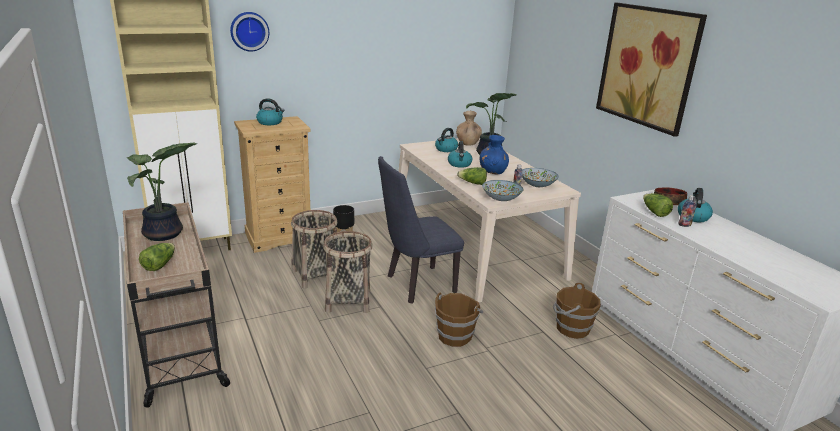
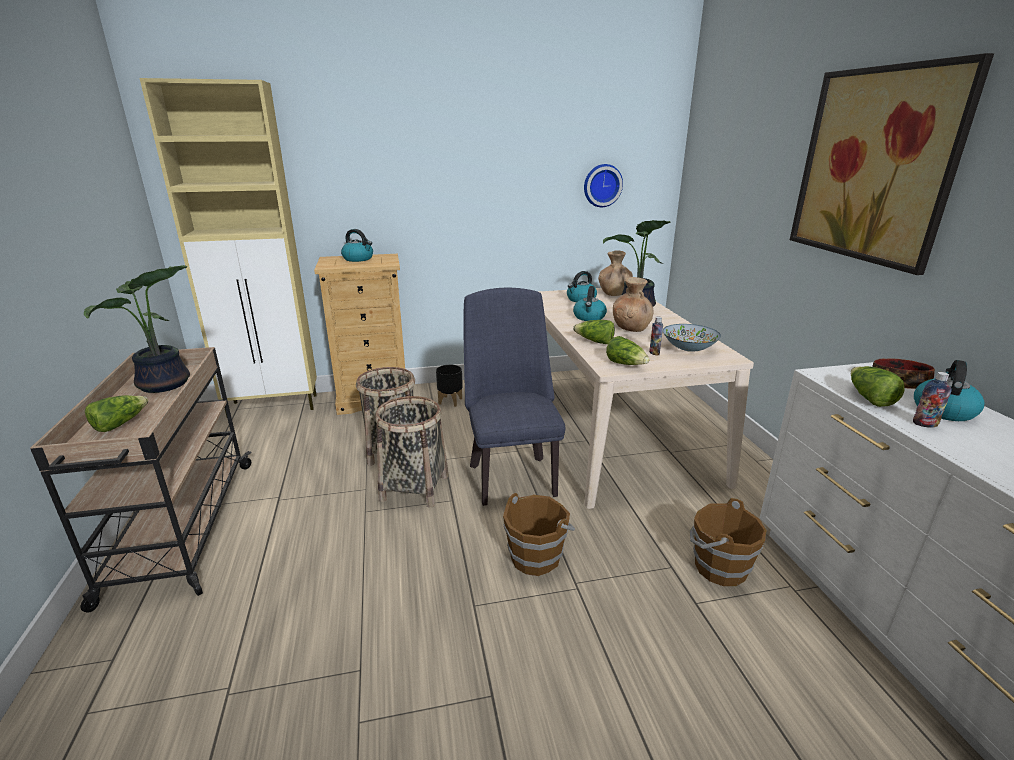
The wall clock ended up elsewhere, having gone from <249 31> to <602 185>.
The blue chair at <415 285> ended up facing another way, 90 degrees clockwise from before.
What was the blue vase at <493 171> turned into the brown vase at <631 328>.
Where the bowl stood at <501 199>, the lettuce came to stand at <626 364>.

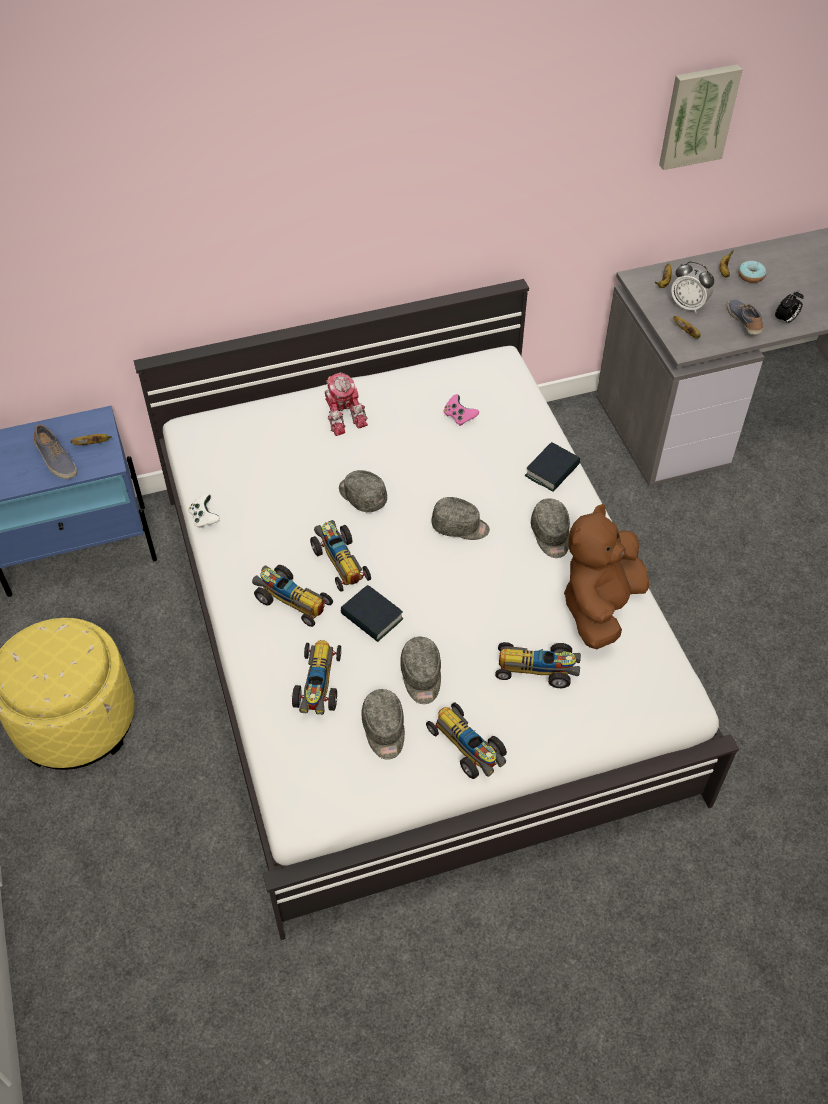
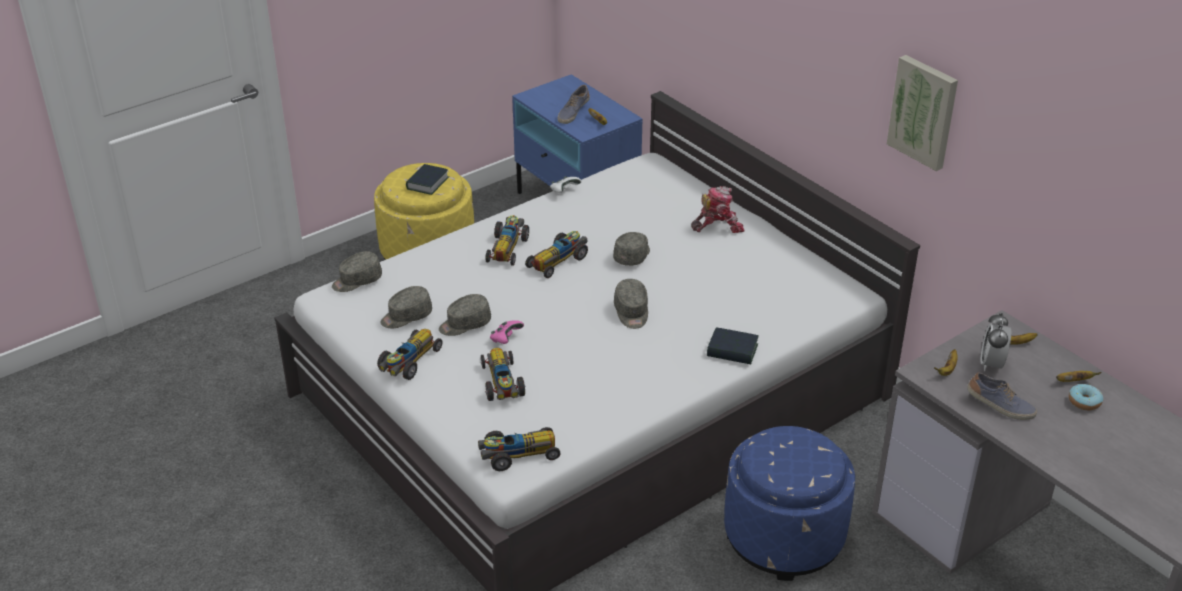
The toy car ended up elsewhere, having gone from <318 685> to <518 454>.
The toy robot at <343 414> ended up facing another way, 150 degrees counterclockwise from before.
The book ended up elsewhere, having gone from <372 617> to <427 183>.
The pink game controller ended up elsewhere, having gone from <459 417> to <506 339>.
The grey cap ended up elsewhere, having gone from <551 535> to <357 281>.
The second view lost the brown plush toy at <600 607>.
The picture ended up elsewhere, having gone from <697 115> to <924 111>.
The shoe at <744 322> ended up facing another way, 60 degrees clockwise from before.
The second view lost the alarm clock at <785 320>.
The second view gained the blue ottoman at <784 537>.

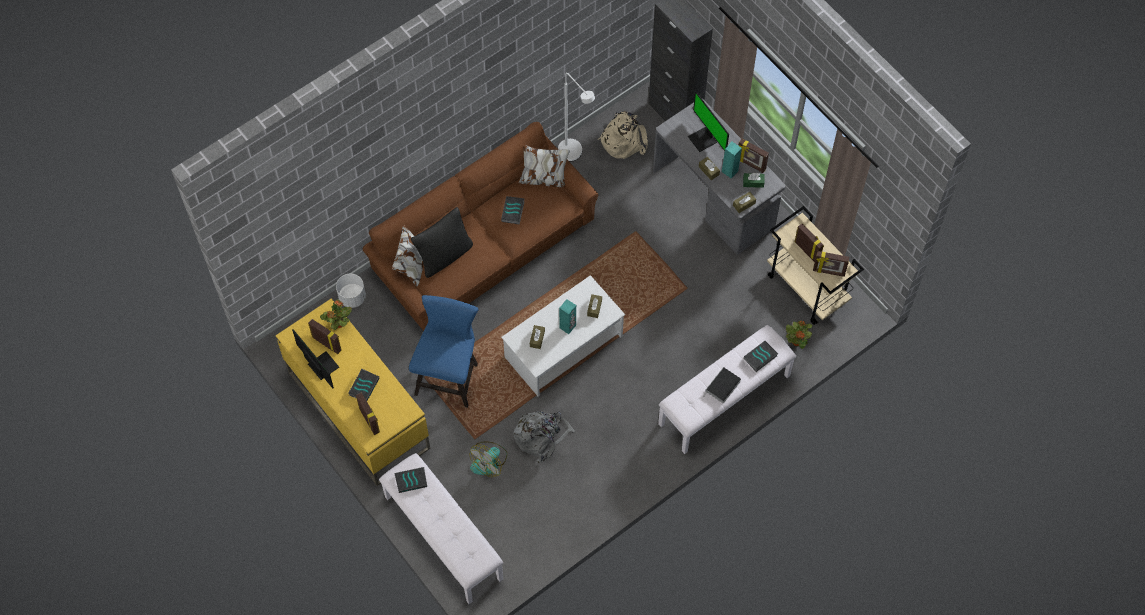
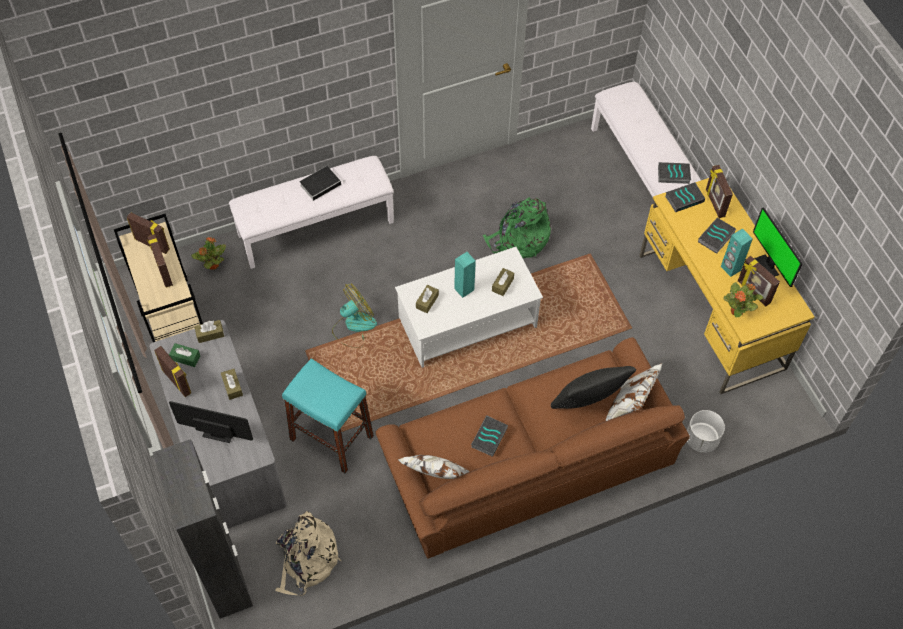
The second view lost the blue chair at <449 375>.
The fan ended up elsewhere, having gone from <489 461> to <354 326>.
What was the grey backpack at <541 436> turned into the green backpack at <519 239>.
The second view lost the white floor lamp at <574 156>.
The monitor at <703 139> ended up facing another way, 60 degrees counterclockwise from before.
The turquoise speaker ended up elsewhere, having gone from <730 171> to <730 268>.
The book ended up elsewhere, having gone from <760 358> to <684 198>.
The second view gained the turquoise stool at <331 438>.

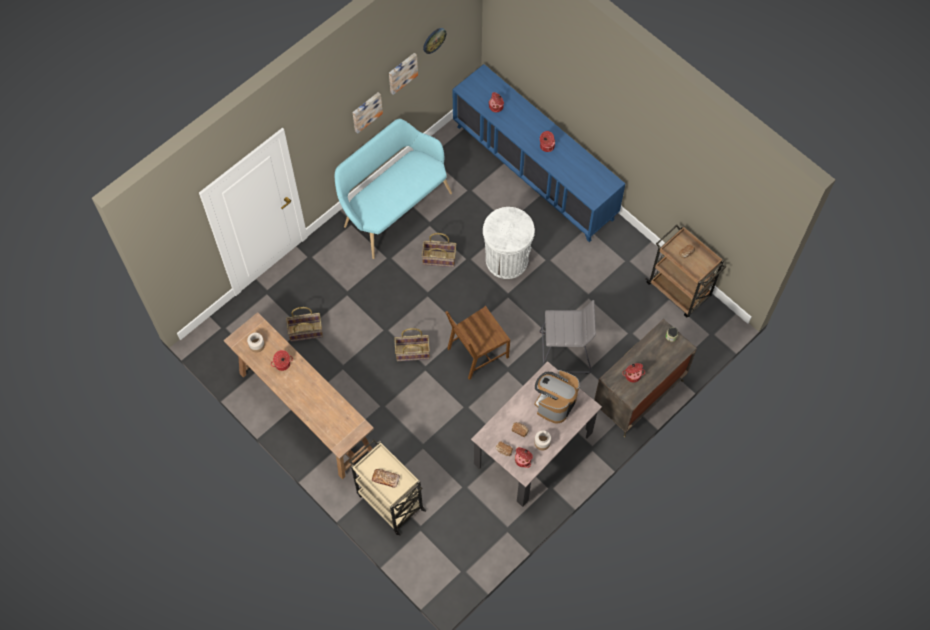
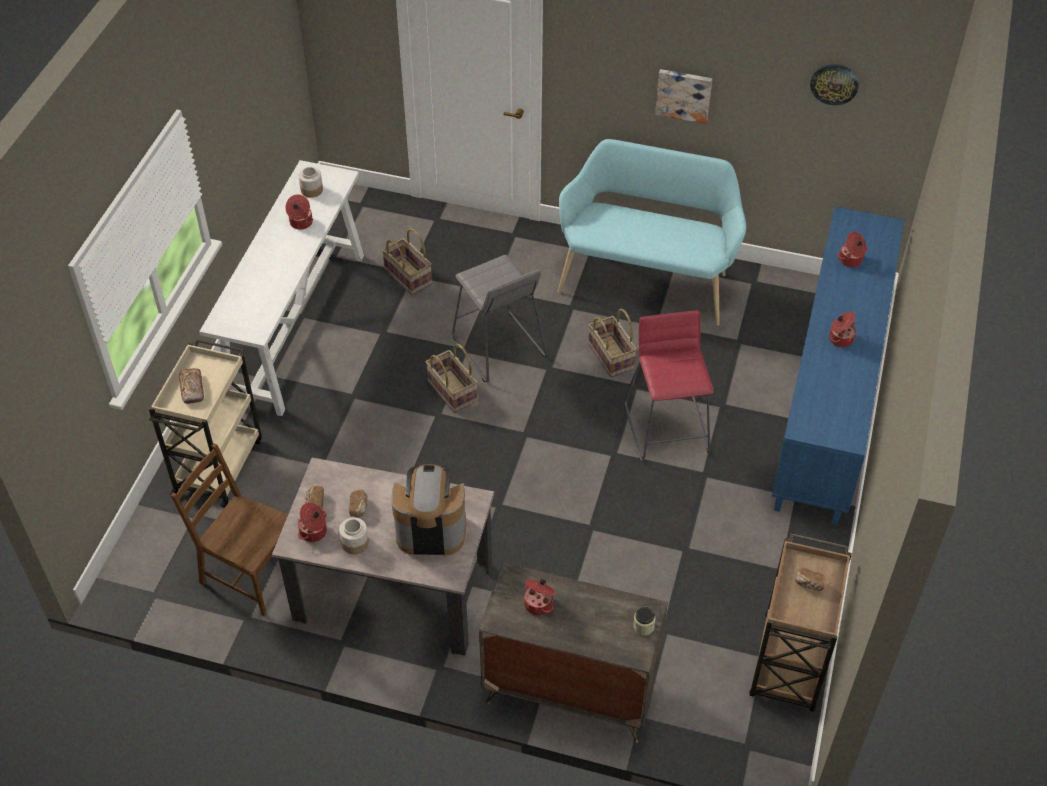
What was the brown console table at <305 411> turned into the white console table at <297 325>.
The second view lost the picture at <402 72>.
The brown chair ended up elsewhere, having gone from <477 353> to <251 573>.
Where the white trash can stood at <506 260>, the red stool came to stand at <667 428>.
The grey stool ended up elsewhere, having gone from <565 352> to <498 347>.

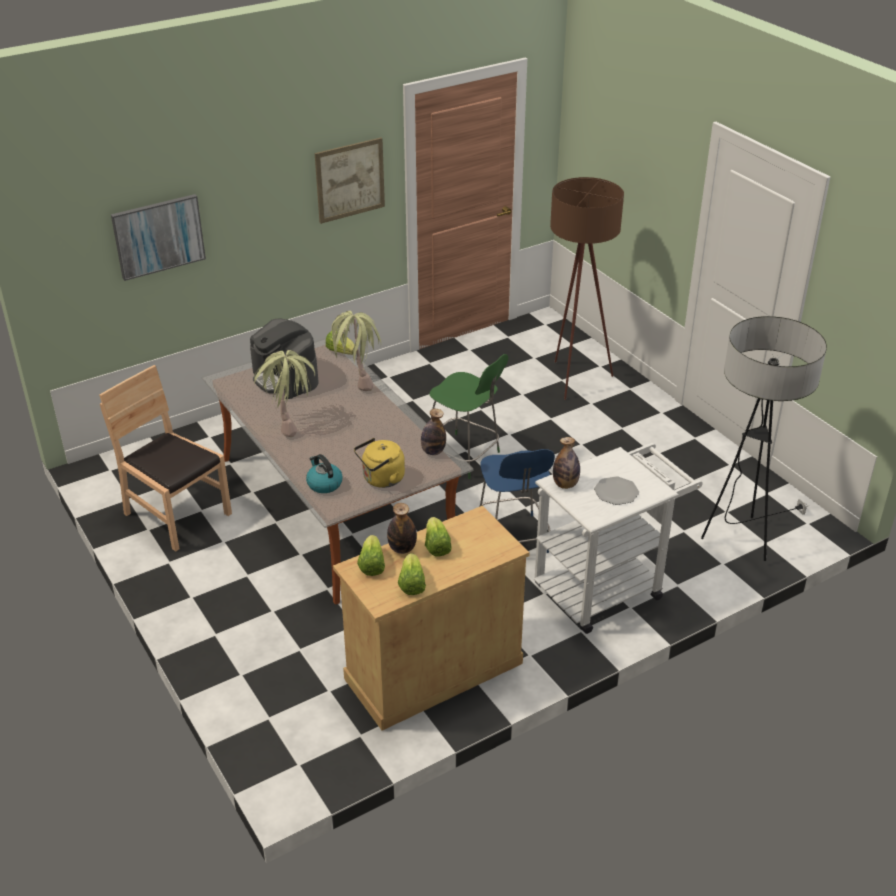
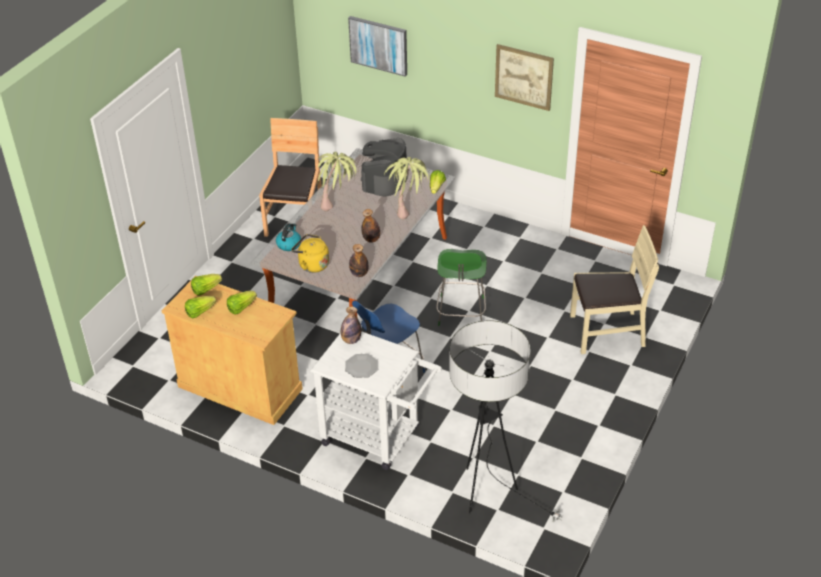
The bottle ended up elsewhere, having gone from <402 548> to <371 239>.
Where the brown floor lamp stood at <574 383>, the beige chair came to stand at <607 331>.

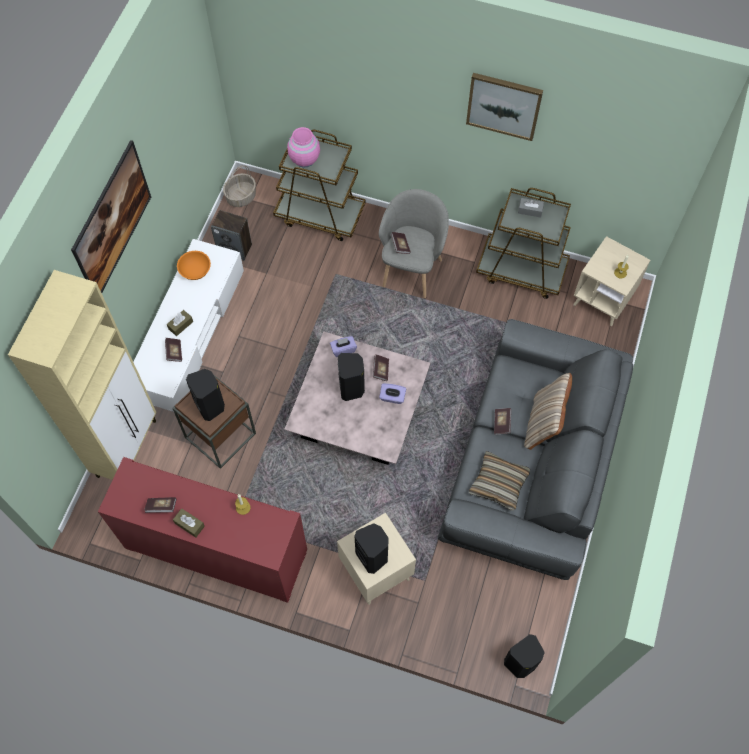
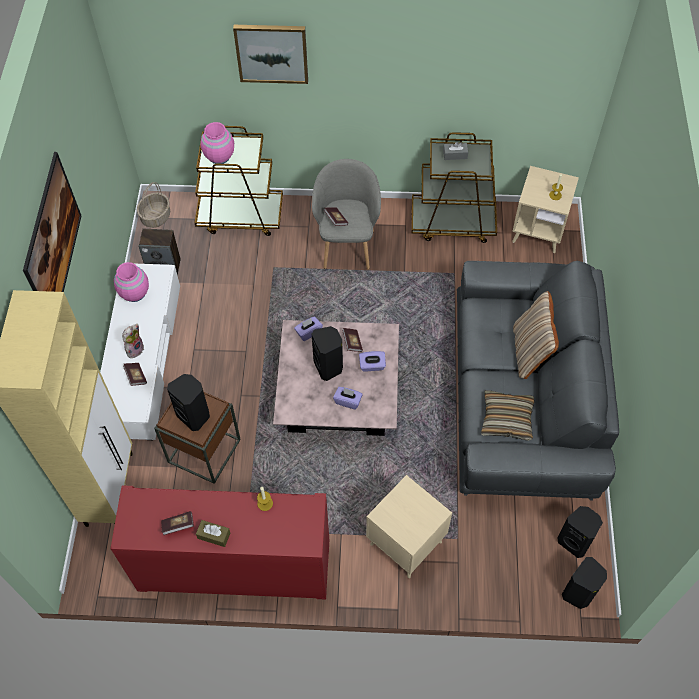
Where the brown tissue box stood at <180 325>, the plush toy came to stand at <134 349>.
Where the orange bowl stood at <195 271>, the pink vase came to stand at <134 293>.
The black speaker ended up elsewhere, having gone from <373 556> to <575 541>.
The picture ended up elsewhere, having gone from <504 105> to <272 53>.
The second view lost the book at <501 423>.
The second view gained the purple tissue box at <348 401>.

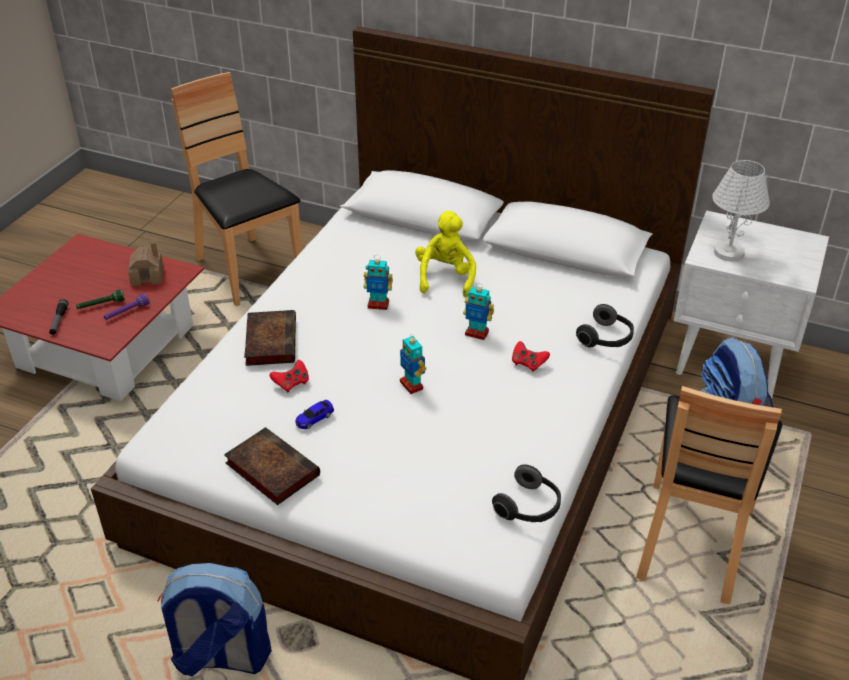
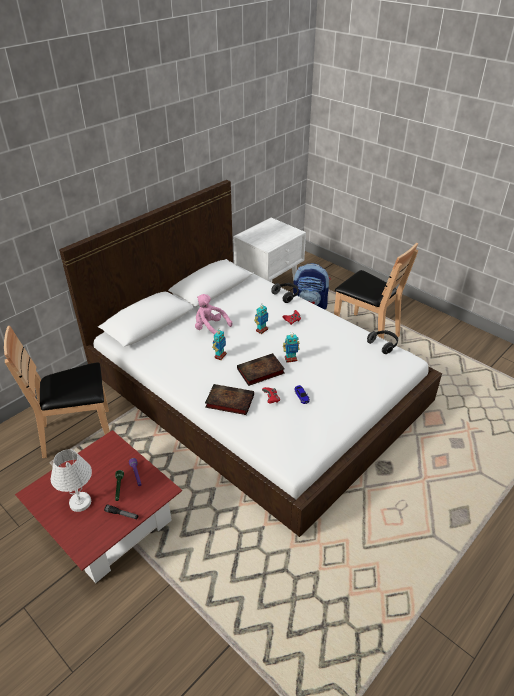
The second view lost the toy house at <147 276>.
The second view lost the backpack at <221 657>.
The book ended up elsewhere, having gone from <270 469> to <260 372>.
What was the yellow plush toy at <445 277> turned into the pink plush toy at <210 329>.
The white table lamp ended up elsewhere, having gone from <728 252> to <80 503>.

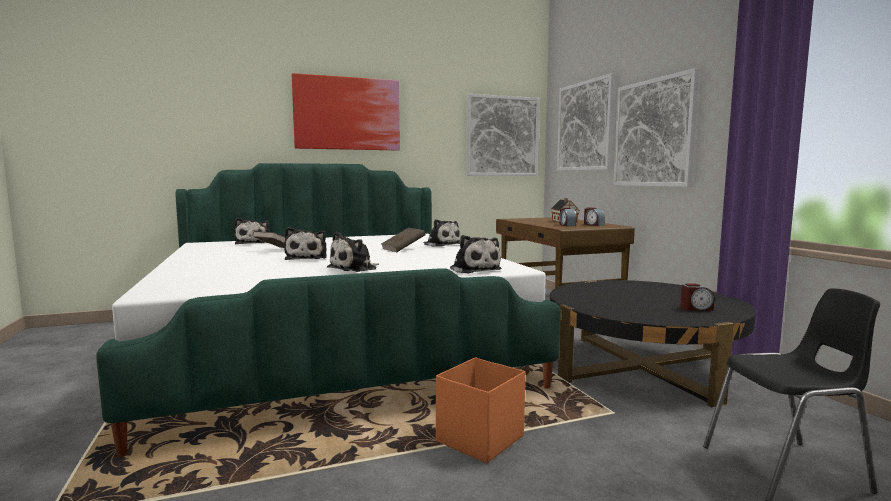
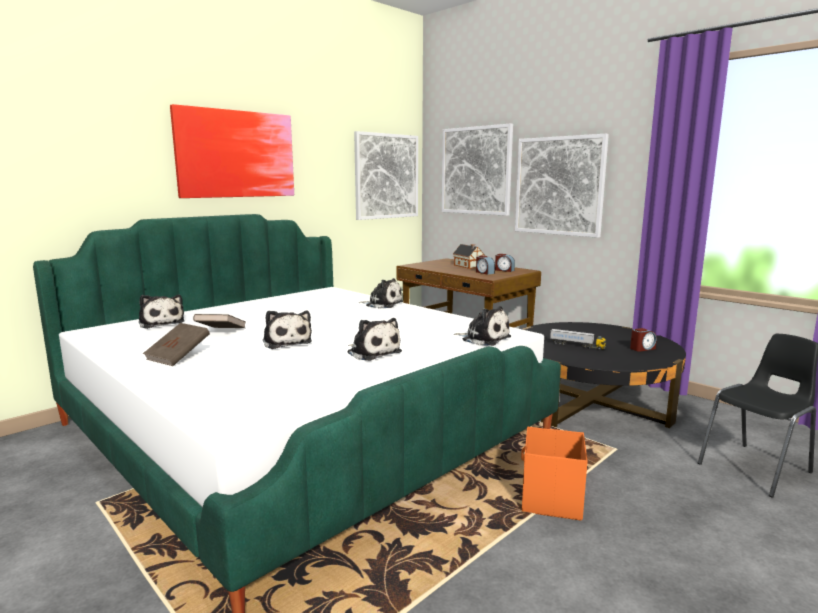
The plush toy at <355 268> ended up facing another way, 60 degrees counterclockwise from before.
The brown book ended up elsewhere, having gone from <403 249> to <178 357>.
The second view gained the toy truck at <577 345>.

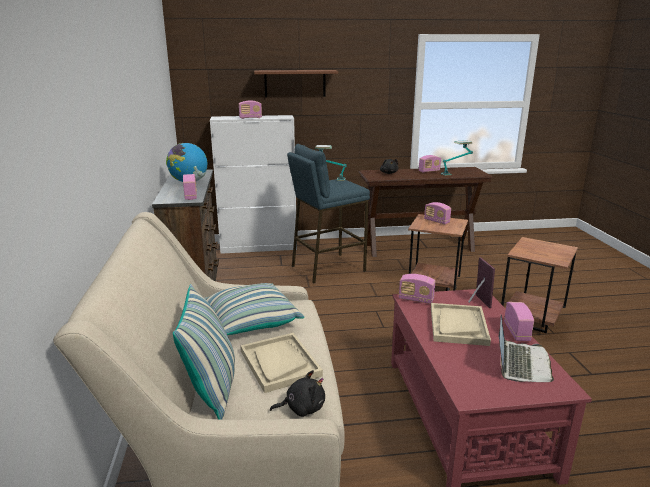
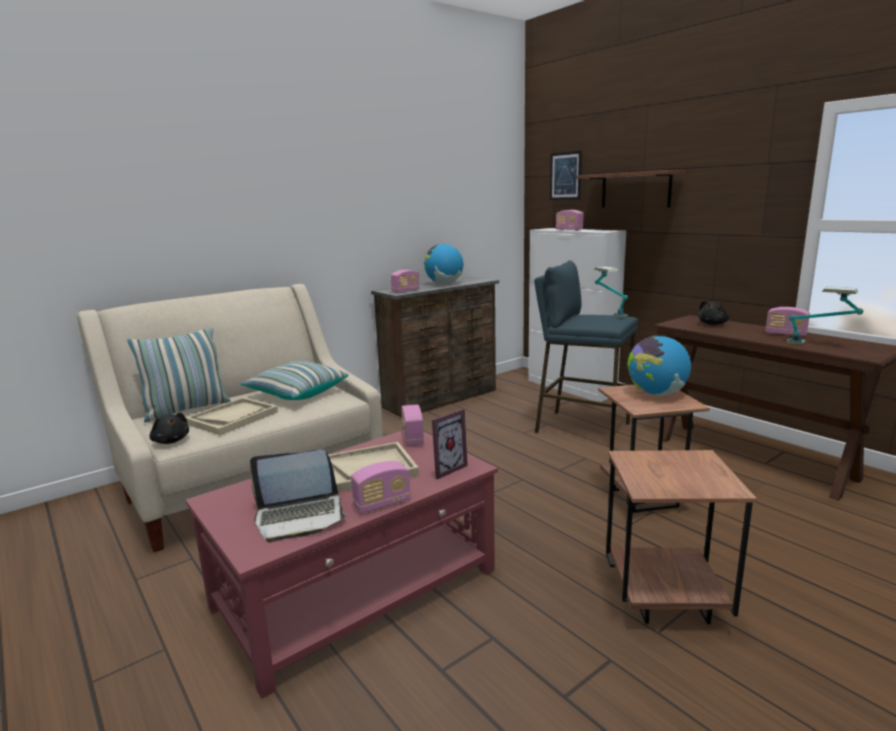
Where the radio stood at <436 221>, the globe came to stand at <656 394>.
The second view gained the picture at <565 176>.

